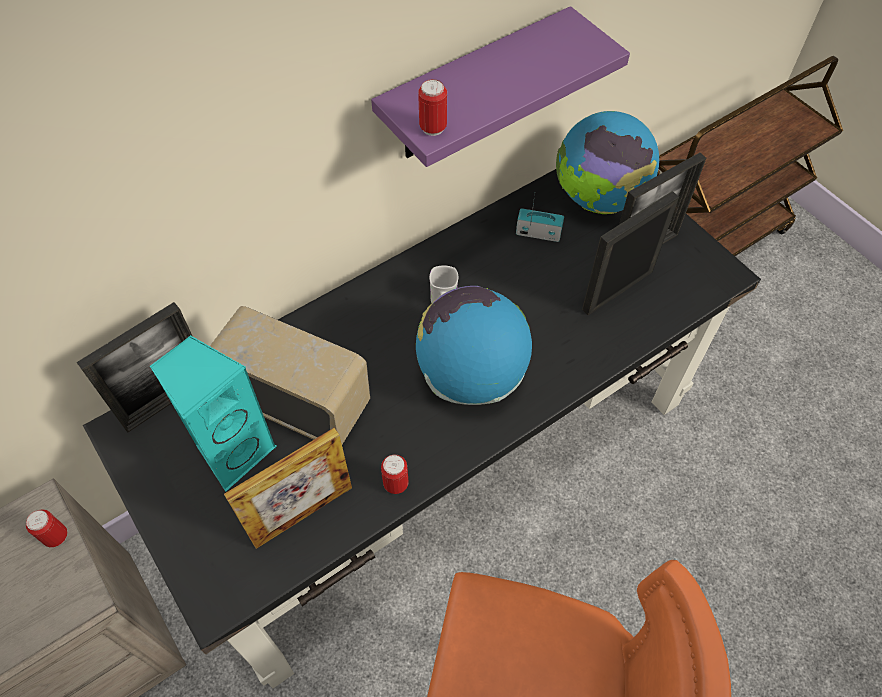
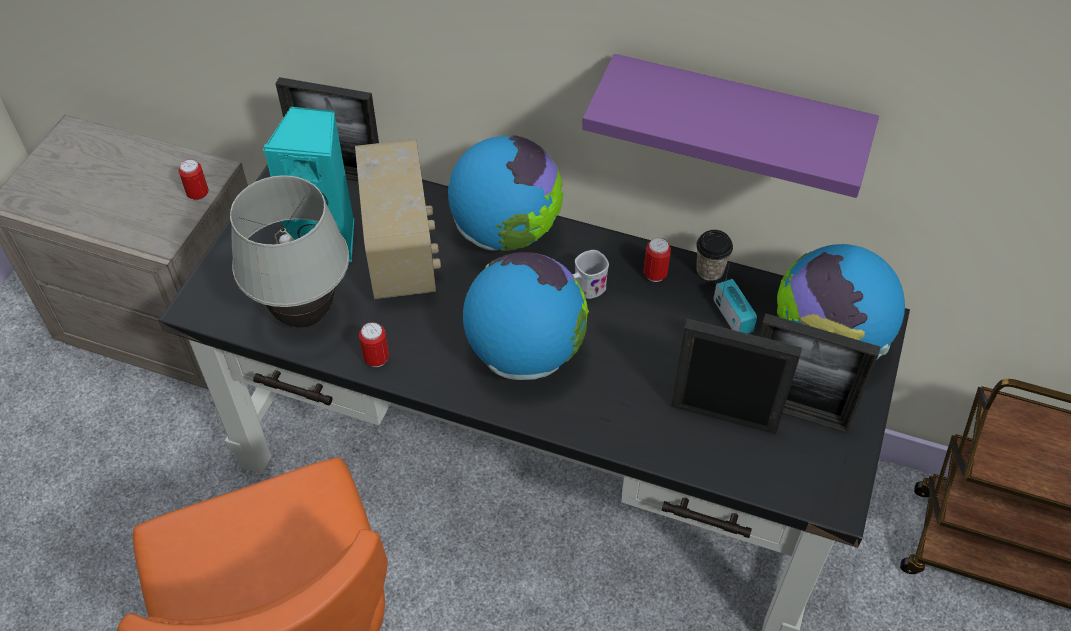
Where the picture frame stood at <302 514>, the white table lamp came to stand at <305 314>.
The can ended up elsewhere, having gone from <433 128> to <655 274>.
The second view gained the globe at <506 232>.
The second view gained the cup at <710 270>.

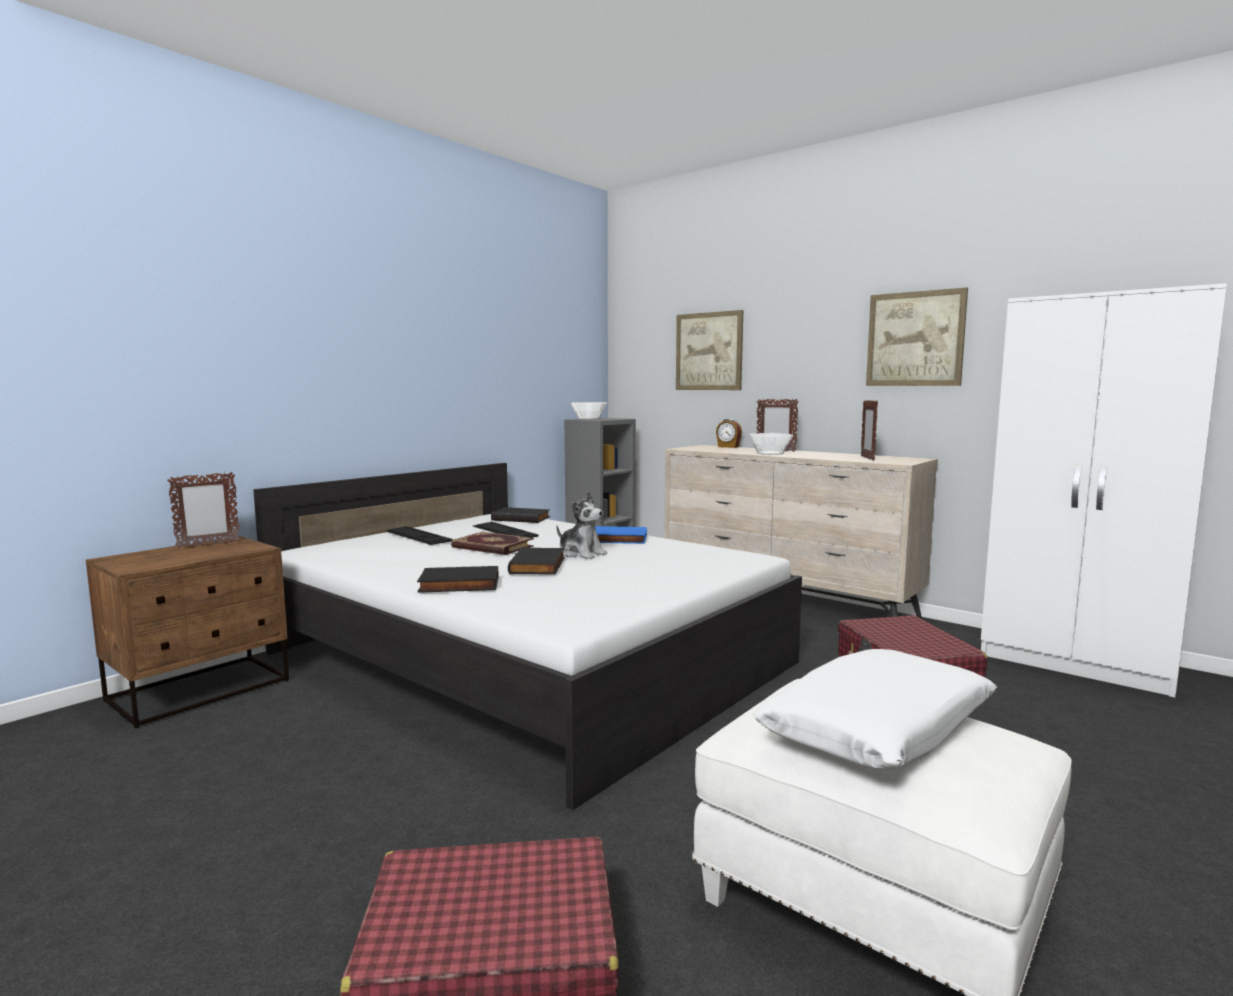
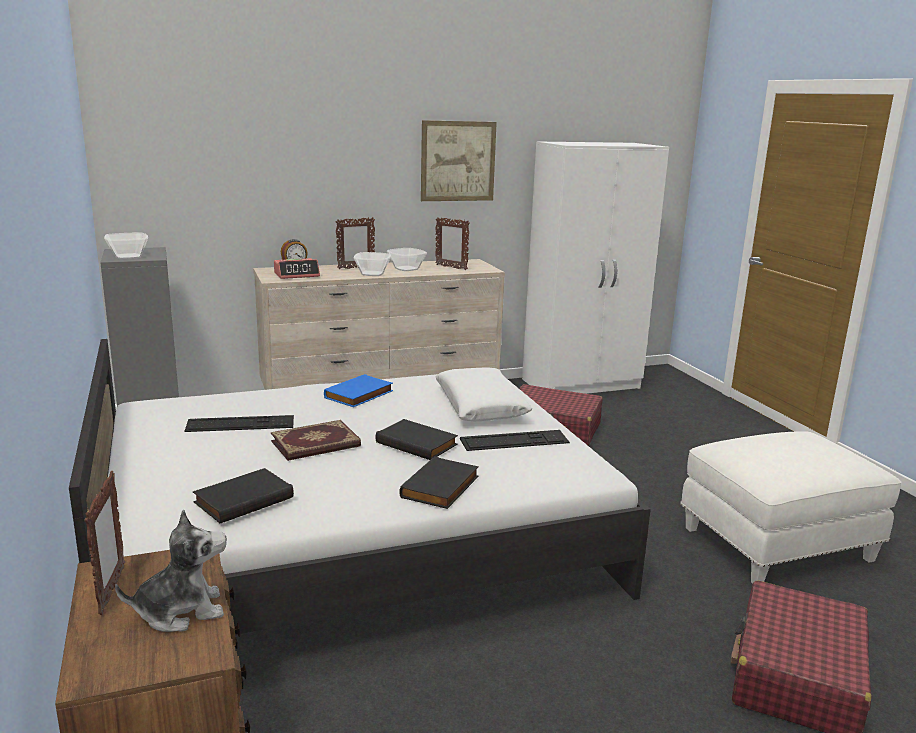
The keyboard ended up elsewhere, having gone from <418 536> to <514 441>.
The black book ended up elsewhere, having gone from <522 518> to <243 499>.
The plush toy ended up elsewhere, having gone from <581 554> to <181 611>.
The second view lost the picture at <709 351>.
The white pillow ended up elsewhere, having gone from <878 729> to <481 406>.
The second view gained the alarm clock at <297 275>.
The second view gained the bowl at <406 269>.

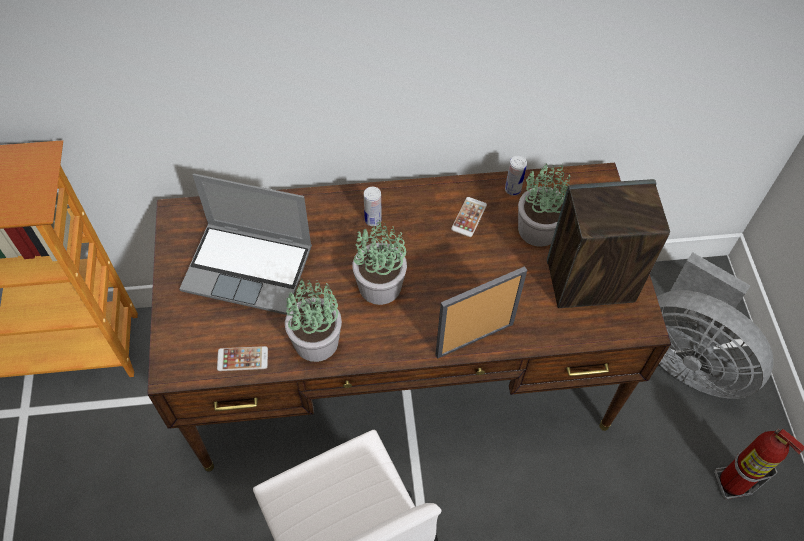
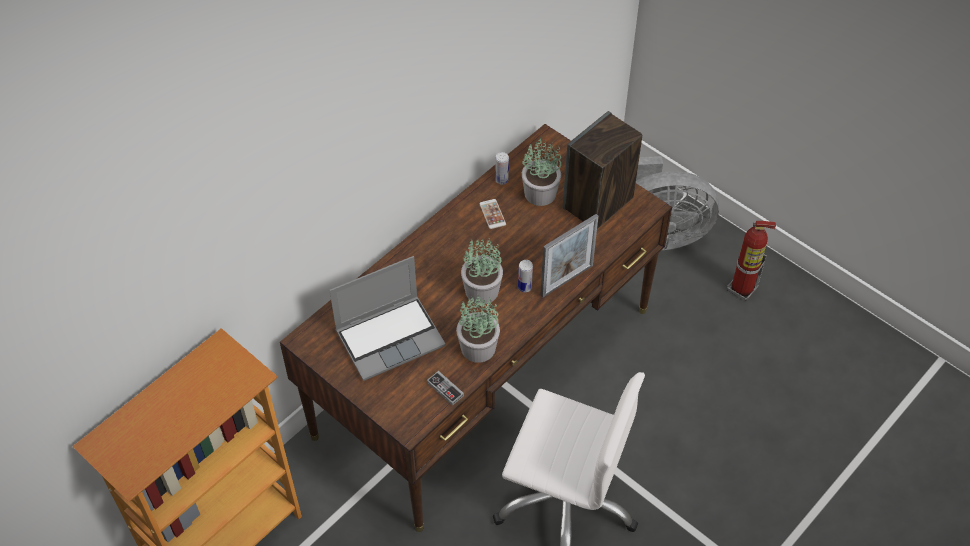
Where the phone stood at <242 359>, the game controller came to stand at <445 389>.
The can ended up elsewhere, having gone from <373 220> to <524 287>.
The picture frame at <474 339> ended up facing another way, 150 degrees counterclockwise from before.

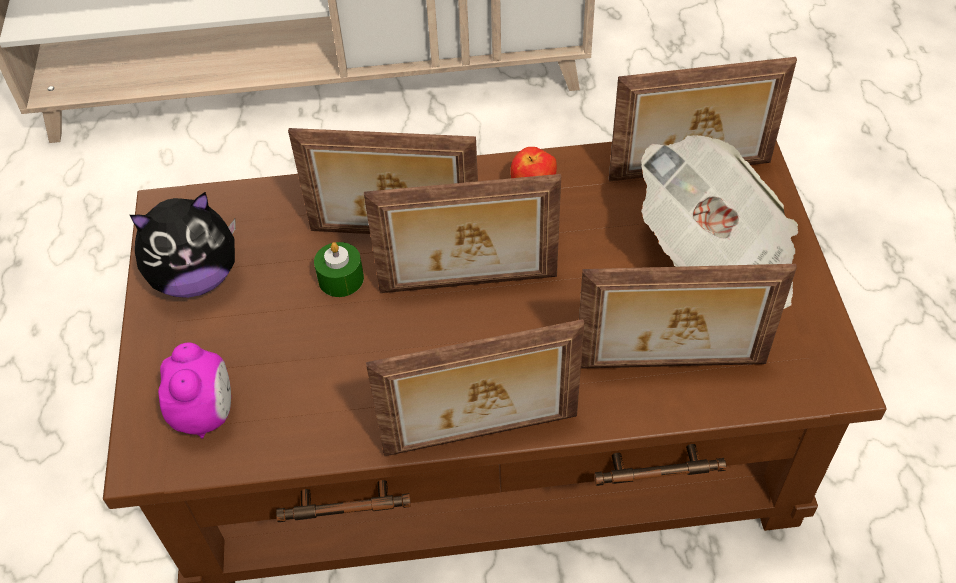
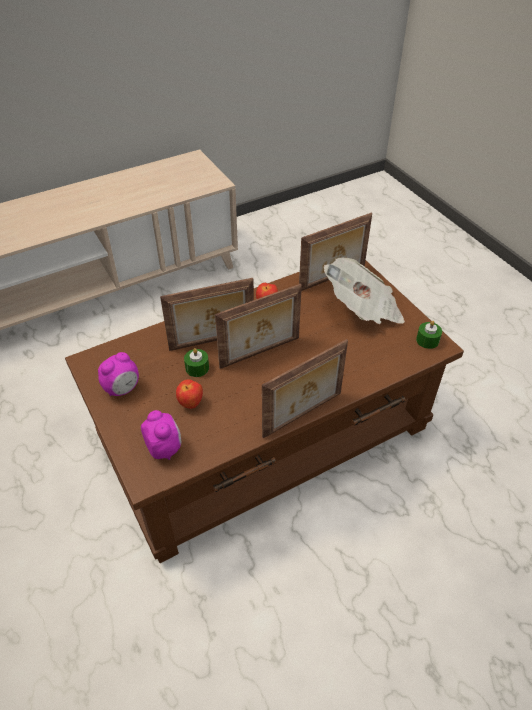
Where the plush toy stood at <196 278>, the alarm clock came to stand at <122 389>.
The second view lost the picture frame at <670 367>.
The second view gained the apple at <191 403>.
The second view gained the green candle at <427 340>.

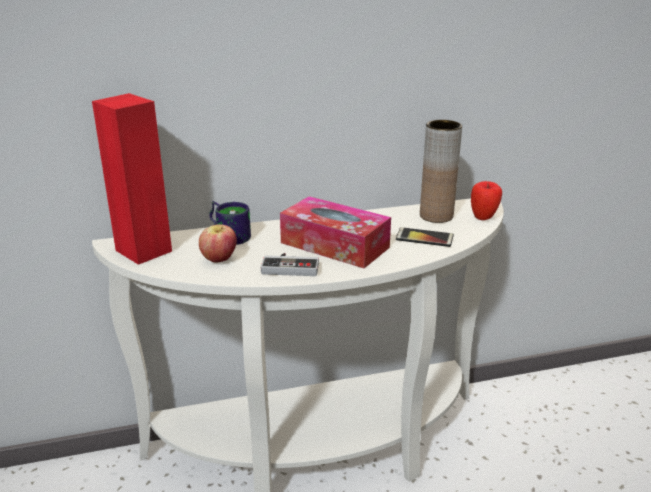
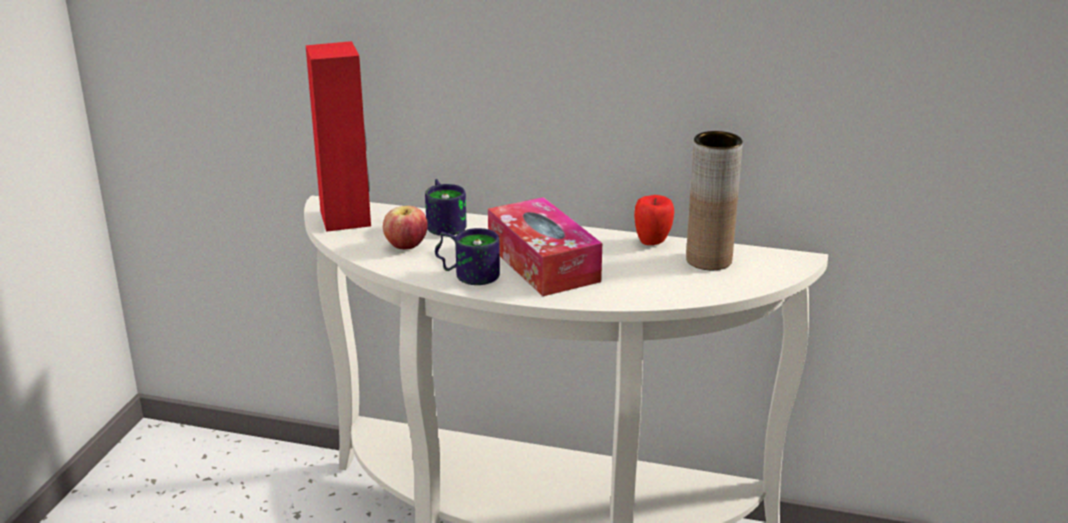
Where the game controller stood at <291 266>, the mug came to stand at <468 273>.
The second view lost the phone at <424 238>.
The apple ended up elsewhere, having gone from <483 218> to <652 243>.

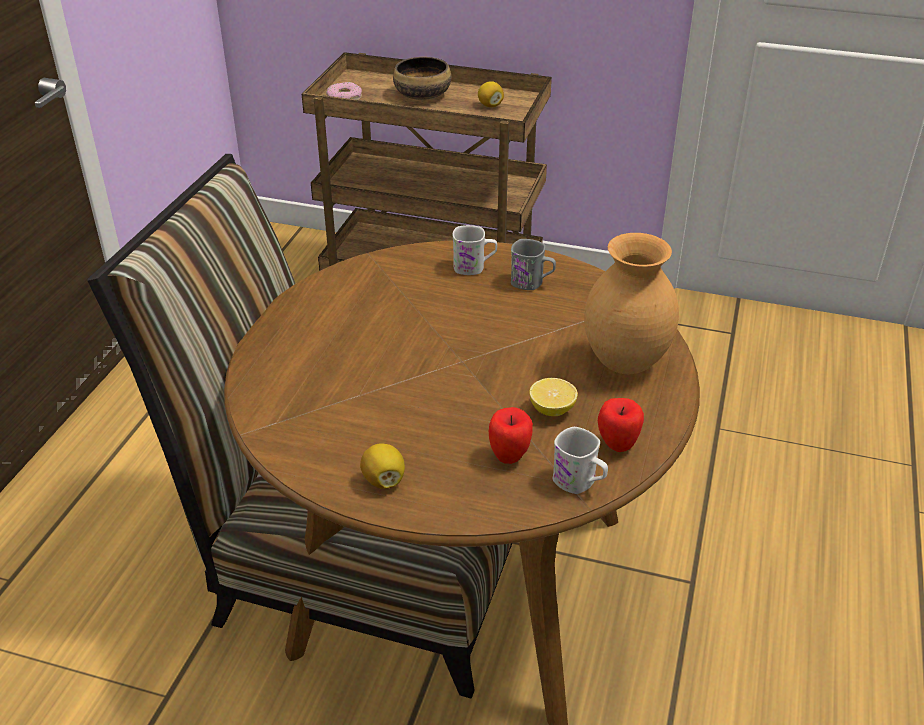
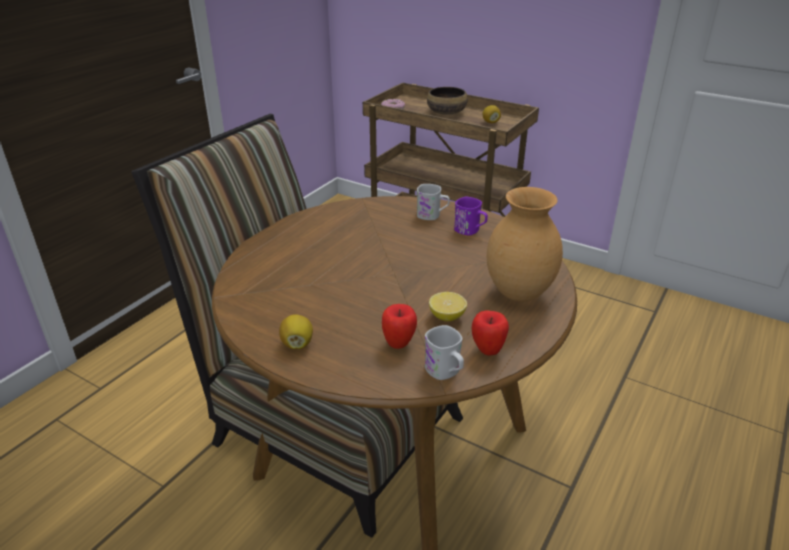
What was the grey mug at <532 283> turned into the purple mug at <470 231>.

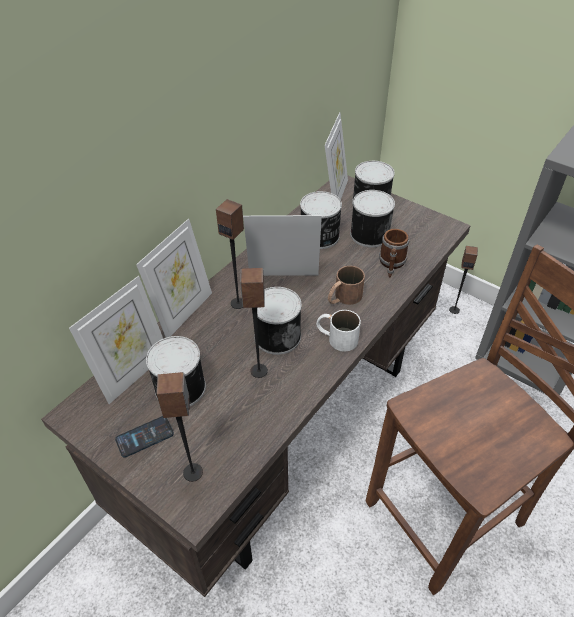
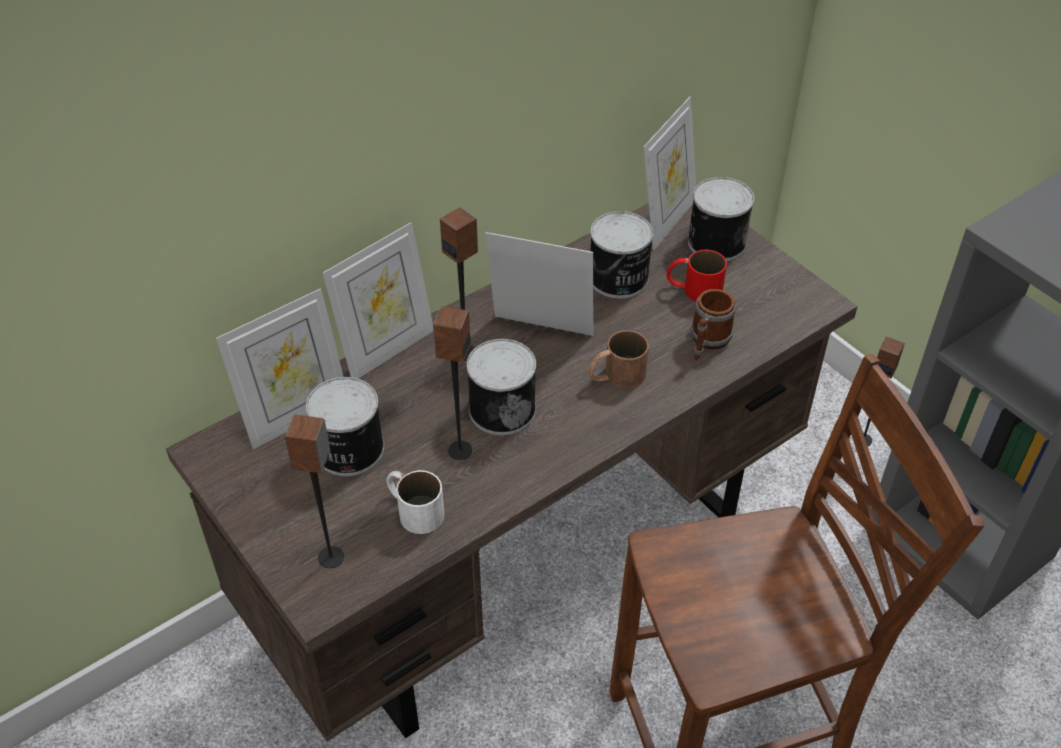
The second view lost the phone at <145 437>.
The white mug ended up elsewhere, having gone from <336 337> to <413 509>.
Where the can stood at <369 234>, the red mug came to stand at <693 289>.

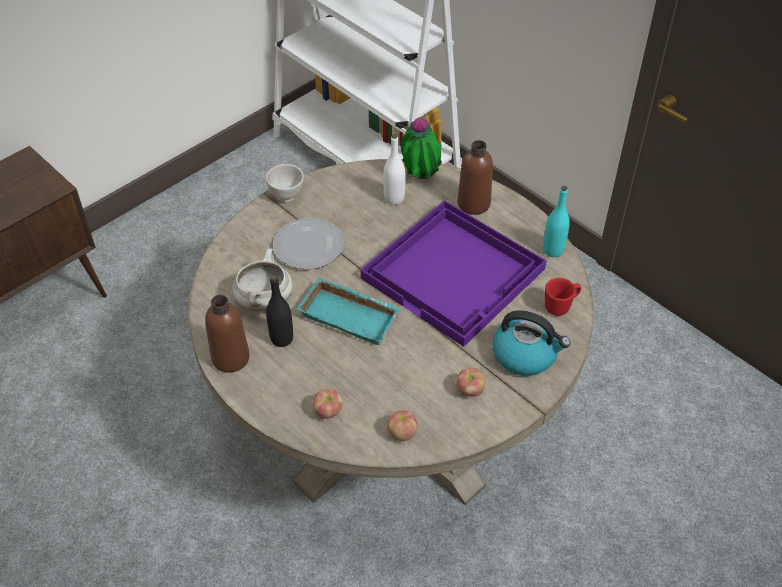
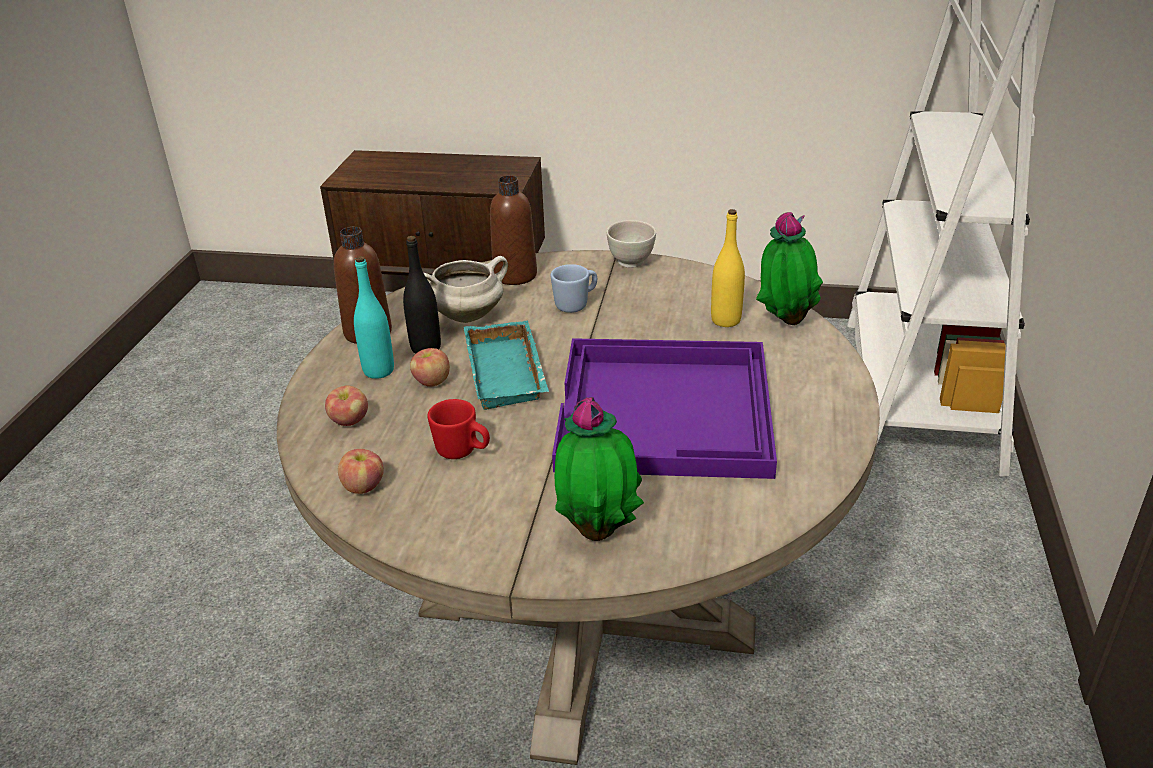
Where the plate stood at <308 246>, the blue mug came to stand at <576 304>.
What was the white bottle at <394 198> turned into the yellow bottle at <725 320>.
The apple ended up elsewhere, having gone from <470 390> to <431 382>.
The brown bottle ended up elsewhere, having gone from <473 203> to <515 275>.
Where the kettle stood at <525 355>, the potted plant came to stand at <598 530>.
The turquoise bottle ended up elsewhere, having gone from <553 250> to <378 371>.
The red mug ended up elsewhere, having gone from <561 306> to <463 452>.

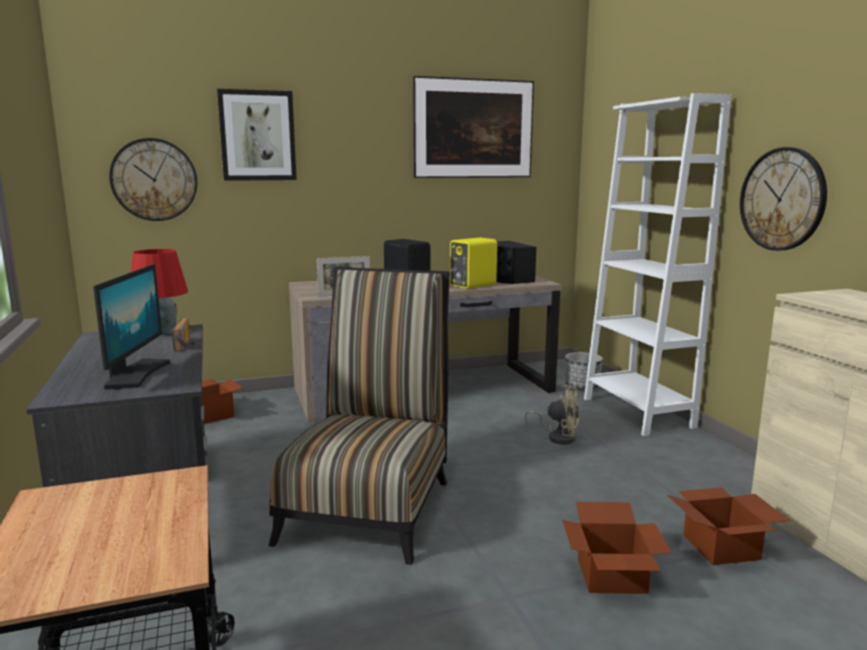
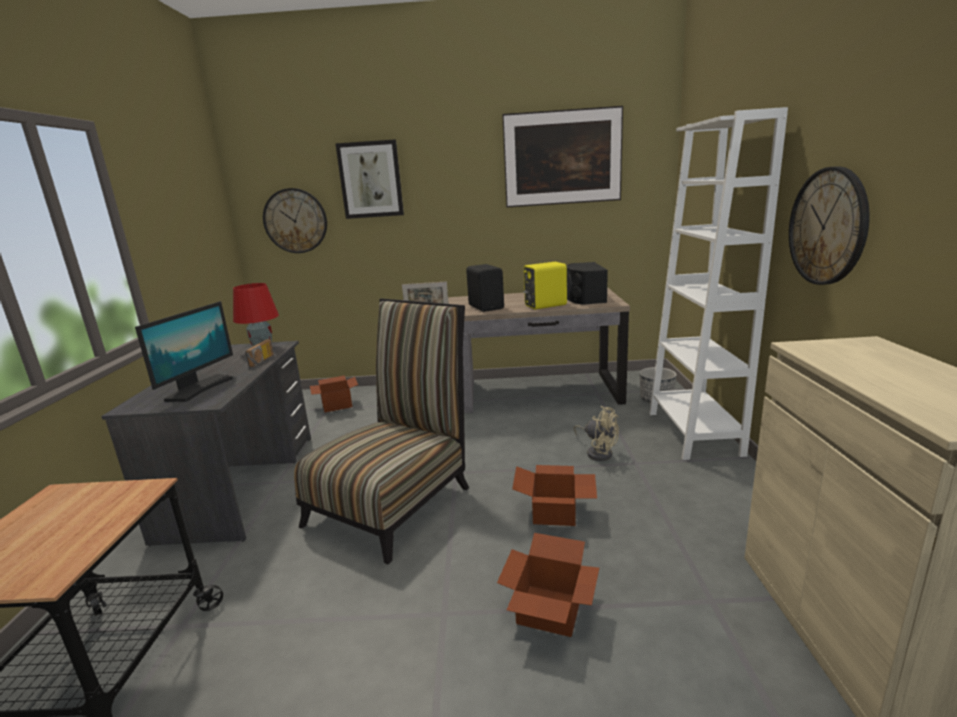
The cardboard box ended up elsewhere, having gone from <723 547> to <556 512>.

